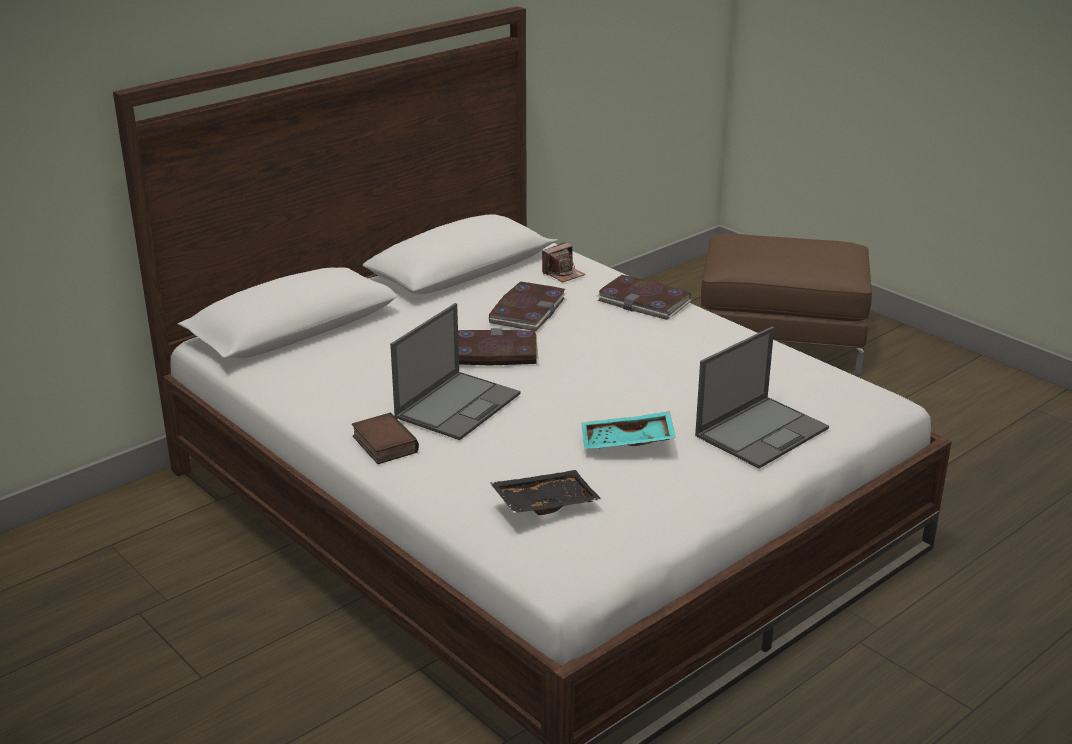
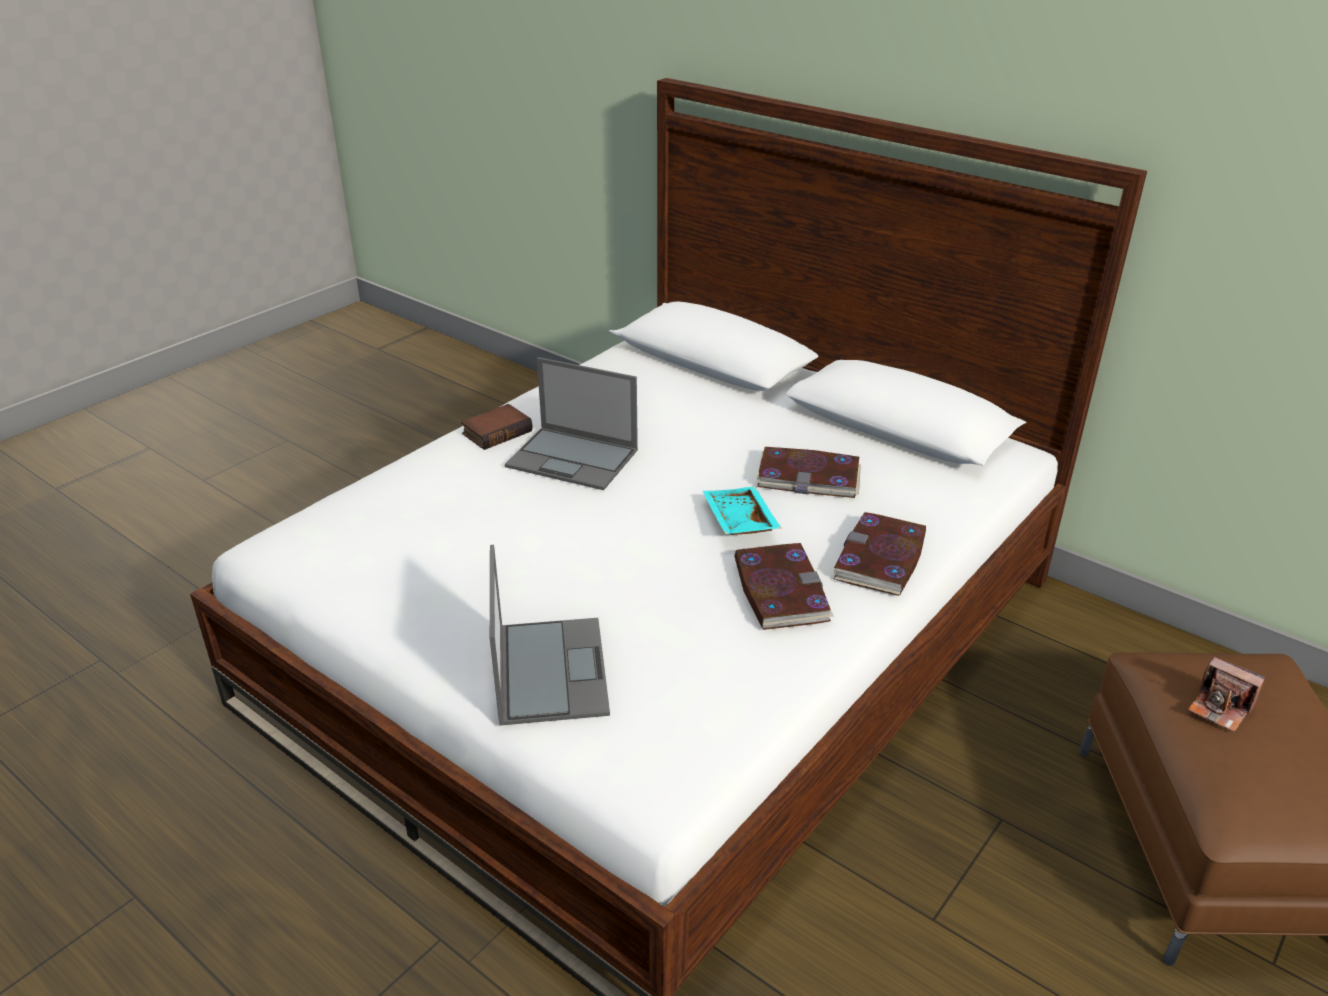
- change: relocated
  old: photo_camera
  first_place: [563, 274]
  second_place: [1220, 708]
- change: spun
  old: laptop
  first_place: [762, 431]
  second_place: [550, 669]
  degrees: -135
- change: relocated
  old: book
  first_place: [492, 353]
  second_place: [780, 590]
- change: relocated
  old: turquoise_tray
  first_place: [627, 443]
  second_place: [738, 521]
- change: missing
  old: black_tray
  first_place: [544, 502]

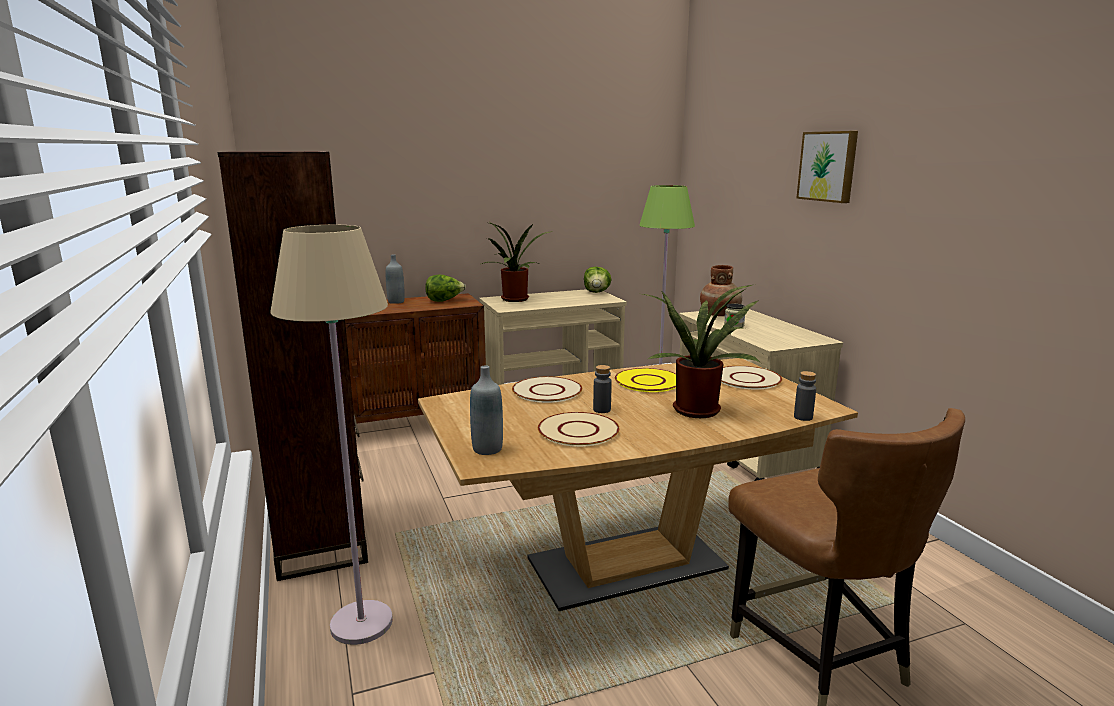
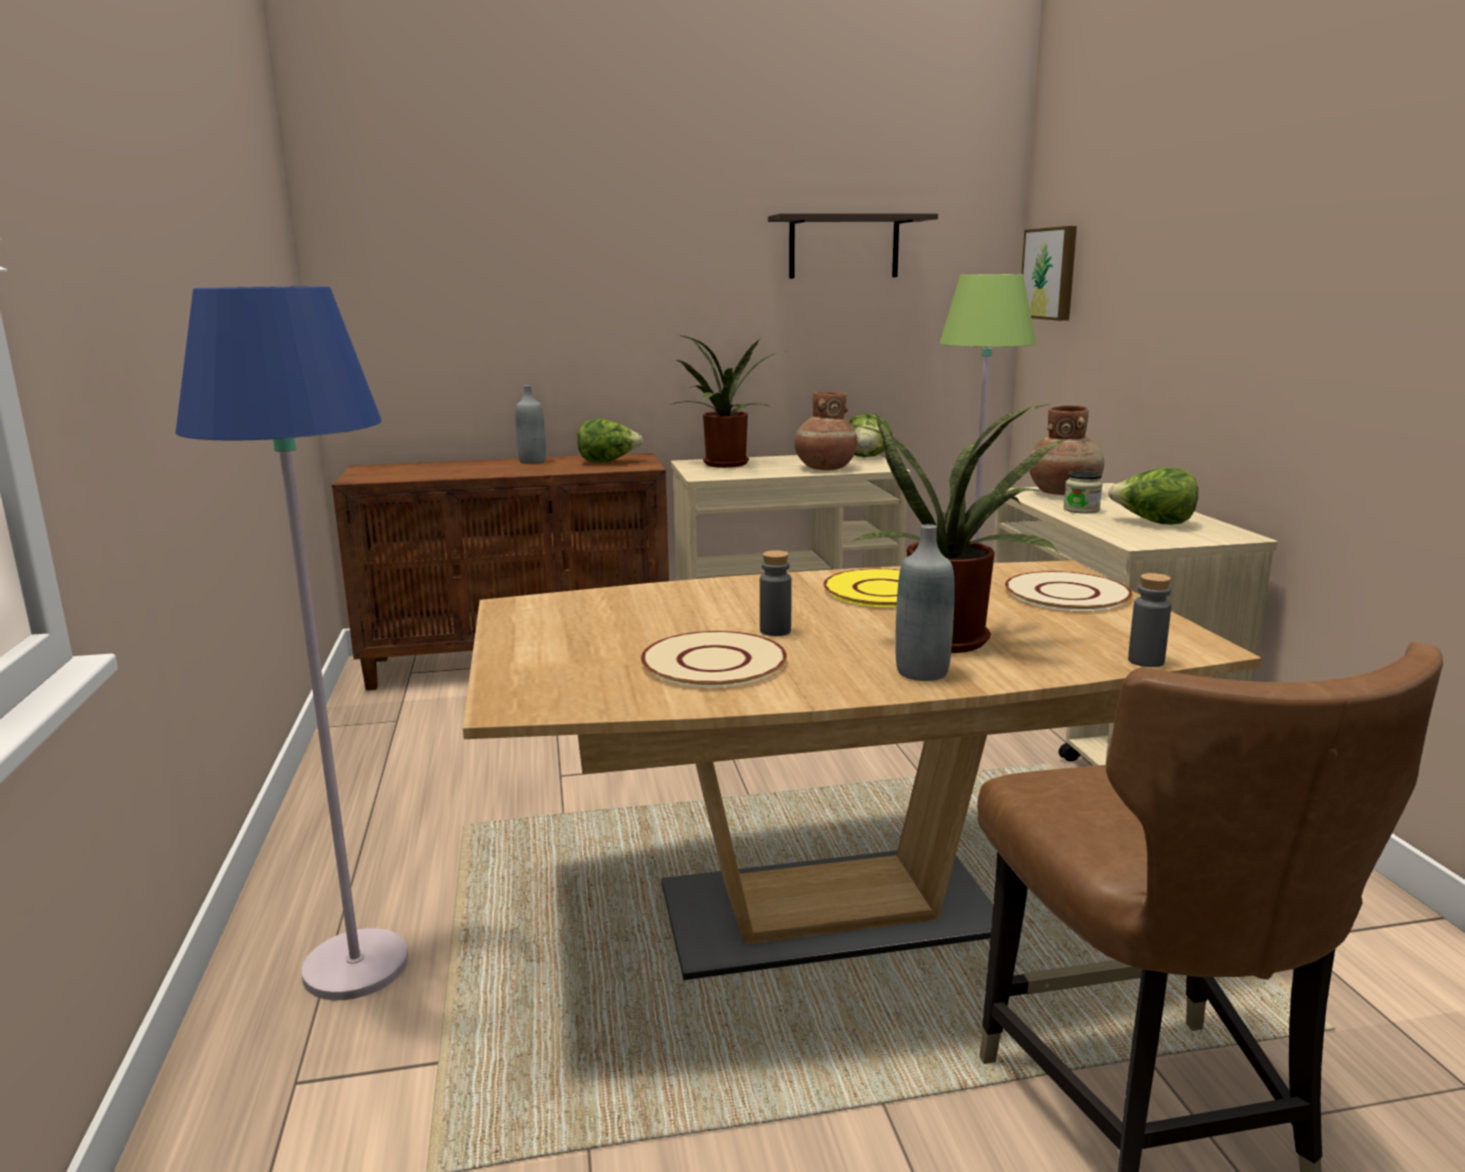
- change: relocated
  old: picture
  first_place: [828, 166]
  second_place: [1051, 273]
- change: missing
  old: brown_bookcase
  first_place: [321, 539]
- change: colour
  old: beige_floor_lamp
  new: blue_floor_lamp
  first_place: [361, 623]
  second_place: [355, 966]
- change: relocated
  old: grey_bottle
  first_place: [487, 449]
  second_place: [922, 672]
- change: missing
  old: beige_plate
  first_place: [546, 391]
- change: appeared
  new: shelf
  second_place: [844, 247]
- change: appeared
  new: brown_vase
  second_place: [824, 468]
- change: appeared
  new: lettuce
  second_place: [1153, 523]

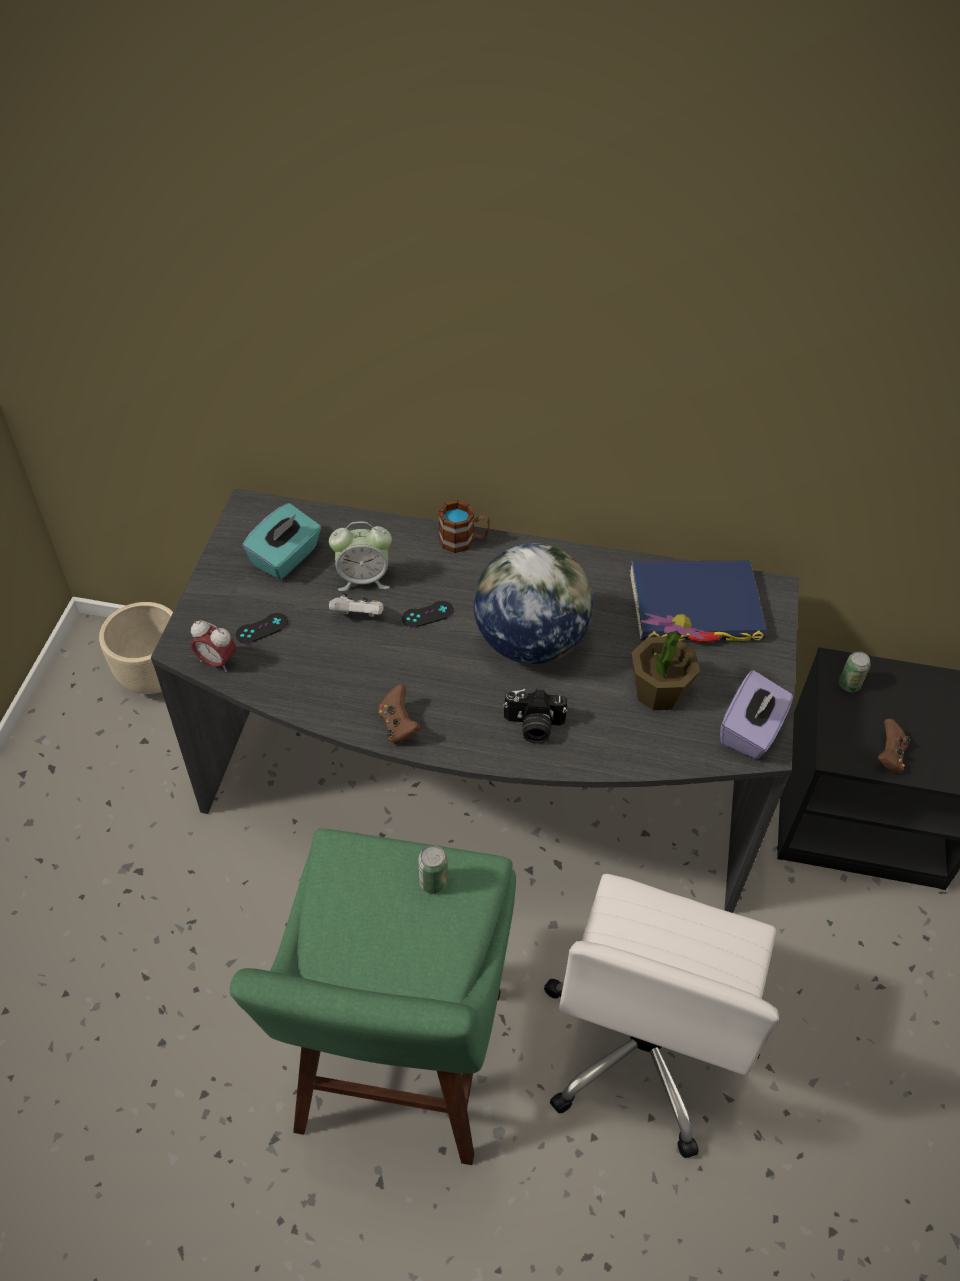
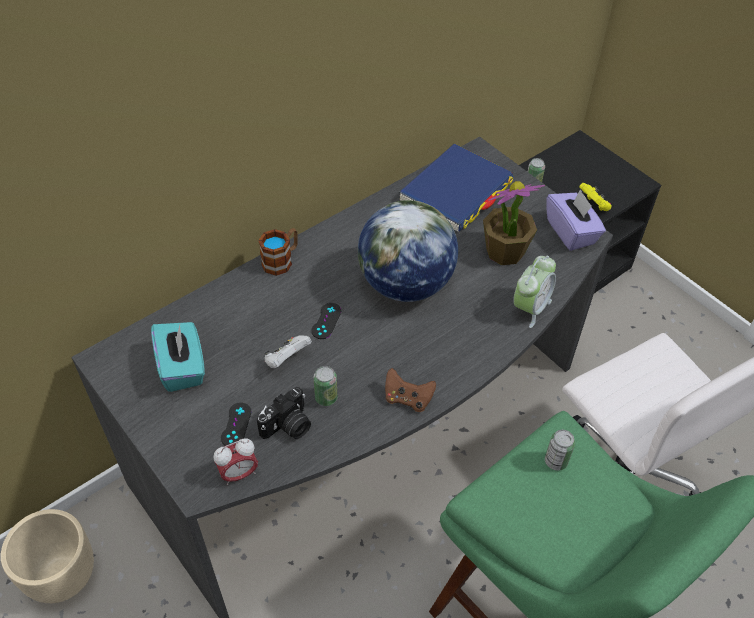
- change: relocated
  old: alarm_clock
  first_place: [363, 579]
  second_place: [530, 308]
- change: relocated
  old: photo_camera
  first_place: [533, 726]
  second_place: [288, 427]
- change: colour
  old: brown_game_controller
  new: yellow_game_controller
  first_place: [889, 756]
  second_place: [594, 205]
- change: appeared
  new: can
  second_place: [326, 398]

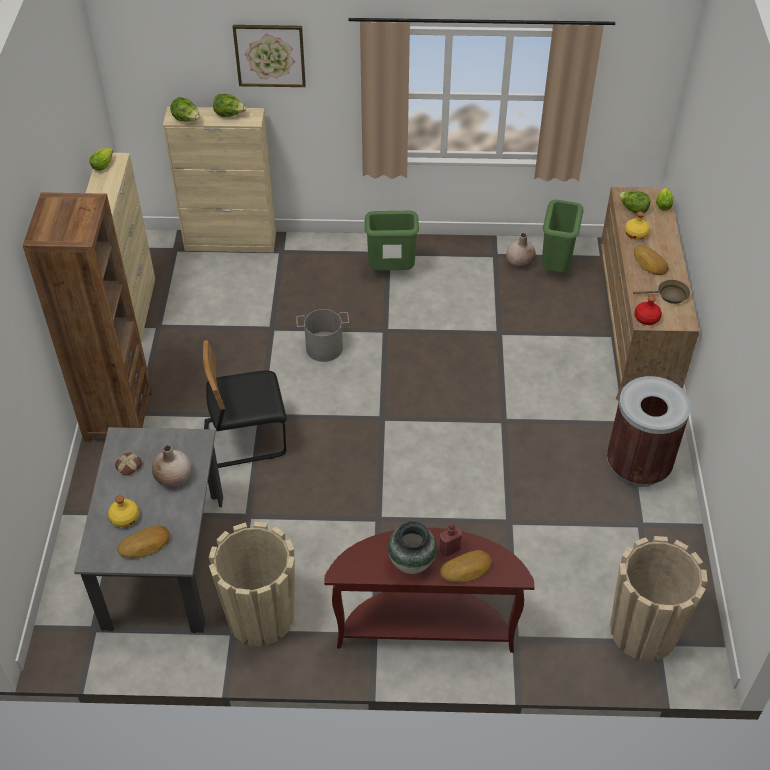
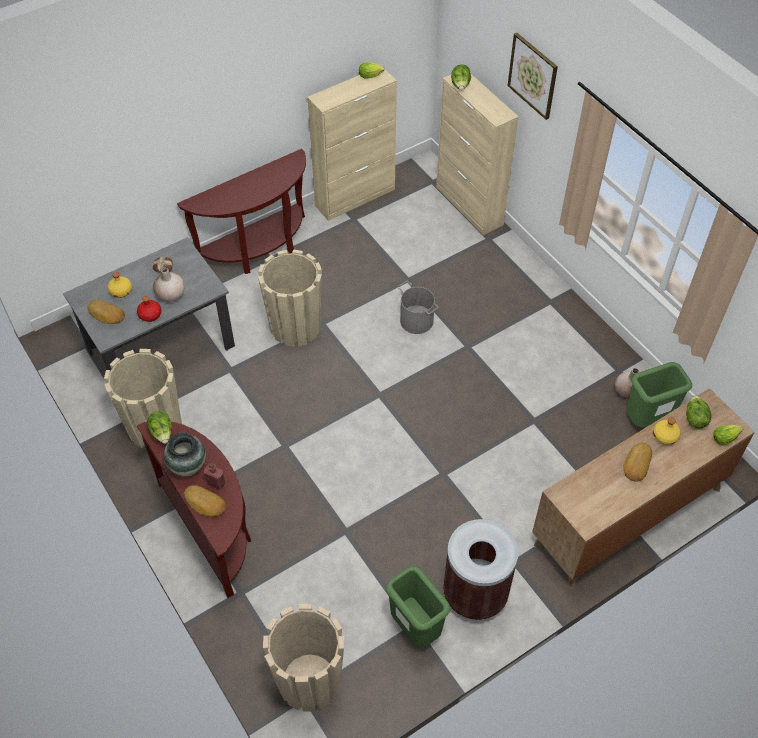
- change: relocated
  old: lettuce
  first_place: [229, 115]
  second_place: [162, 433]
- change: exchanged
  old: brown_bookcase
  new: brown_console_table
  first_place: [118, 415]
  second_place: [258, 249]
- change: relocated
  old: green_trash_can
  first_place: [391, 271]
  second_place: [416, 628]
- change: missing
  old: brown_frying_pan
  first_place: [669, 295]
- change: relocated
  old: red_bottle
  first_place: [647, 318]
  second_place: [150, 314]
- change: exchanged
  old: black_chair
  new: beige_planter
  first_place: [245, 437]
  second_place: [295, 326]

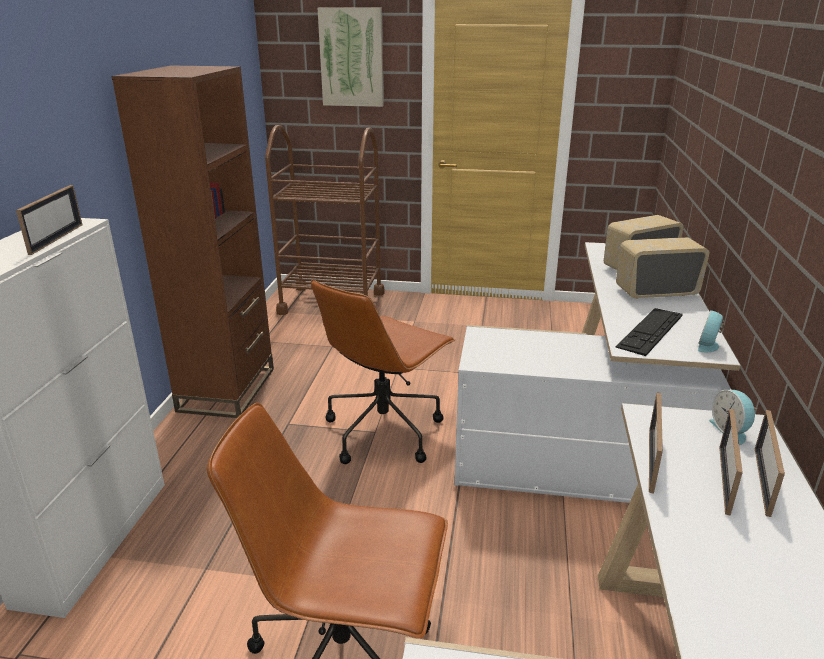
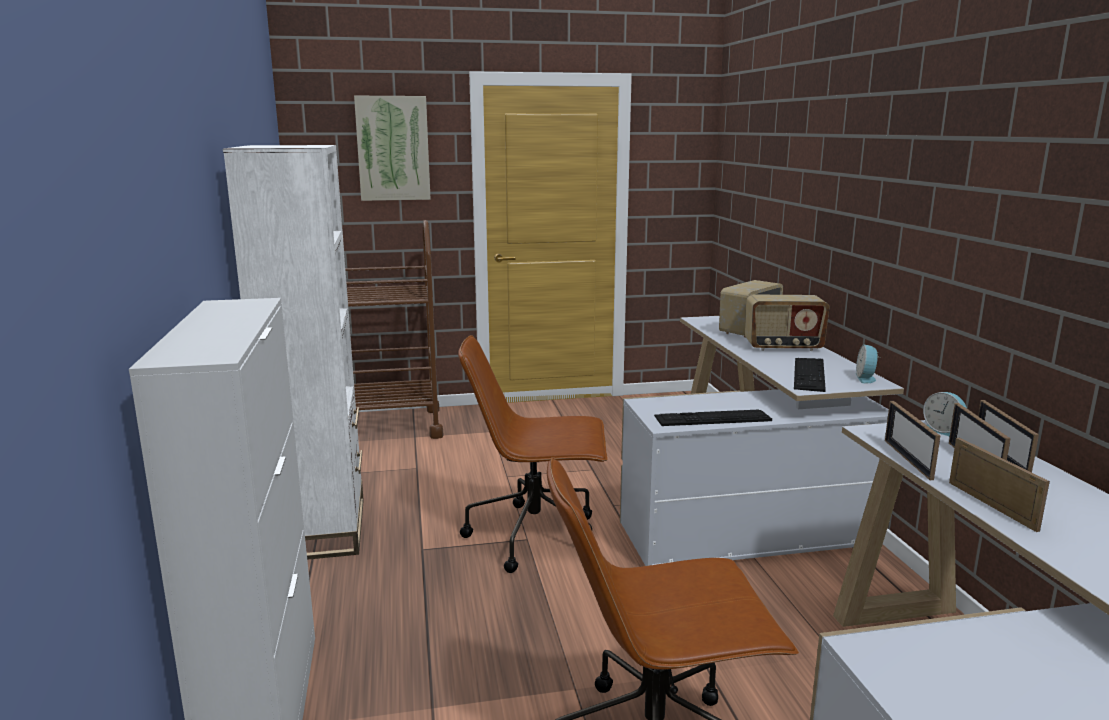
- change: colour
  old: brown_bookcase
  new: white_bookcase
  first_place: [227, 389]
  second_place: [321, 529]
- change: relocated
  old: picture_frame
  first_place: [56, 239]
  second_place: [991, 505]
- change: spun
  old: radio
  first_place: [655, 292]
  second_place: [783, 347]
  degrees: -150
- change: spun
  old: brown_office_chair
  first_place: [384, 430]
  second_place: [536, 536]
  degrees: 75
- change: appeared
  new: keyboard
  second_place: [712, 418]

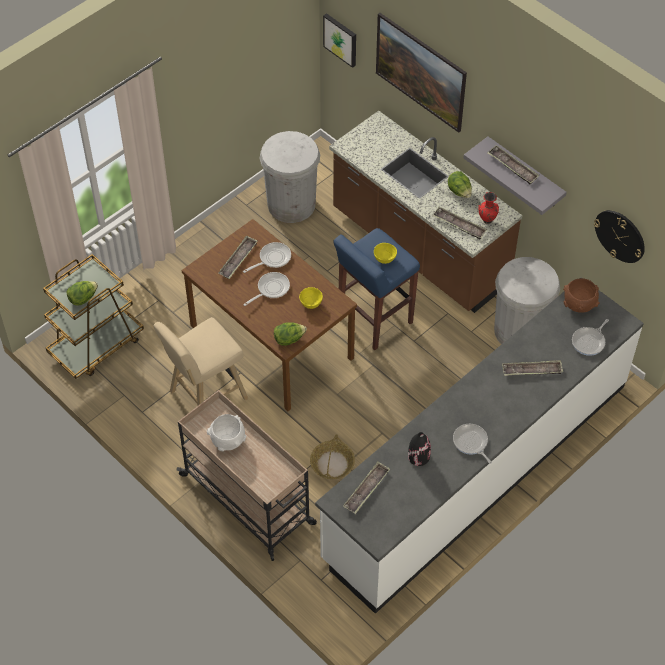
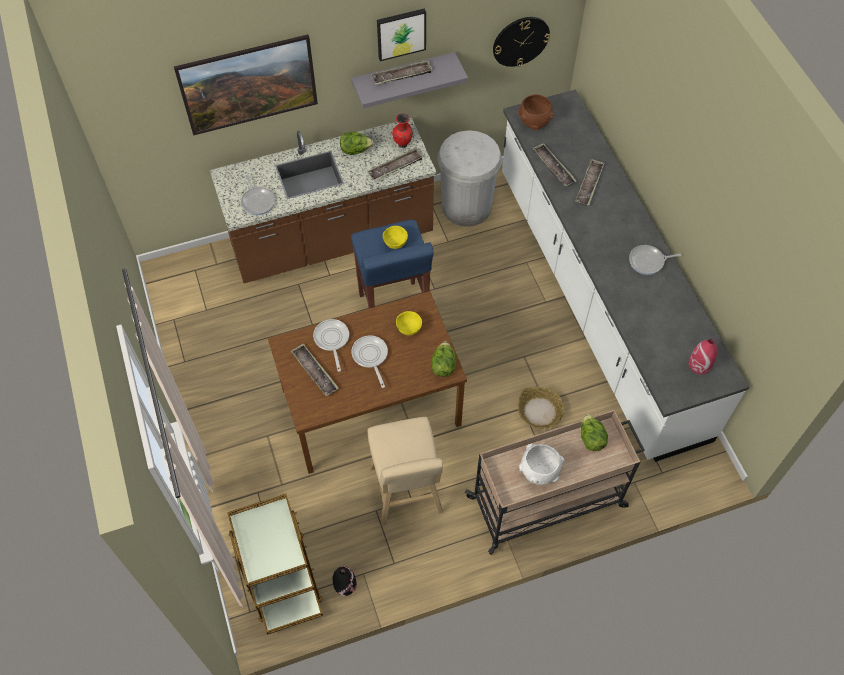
- change: relocated
  old: picture
  first_place: [341, 39]
  second_place: [401, 33]
- change: missing
  old: white_trash_can
  first_place: [291, 204]
- change: relocated
  old: lettuce
  first_place: [83, 298]
  second_place: [591, 438]
- change: relocated
  old: frying_pan
  first_place: [589, 342]
  second_place: [258, 201]
- change: relocated
  old: black_vase
  first_place: [418, 456]
  second_place: [344, 584]
- change: relocated
  old: tray
  first_place: [366, 490]
  second_place: [553, 167]
- change: appeared
  new: red_vase
  second_place: [700, 364]

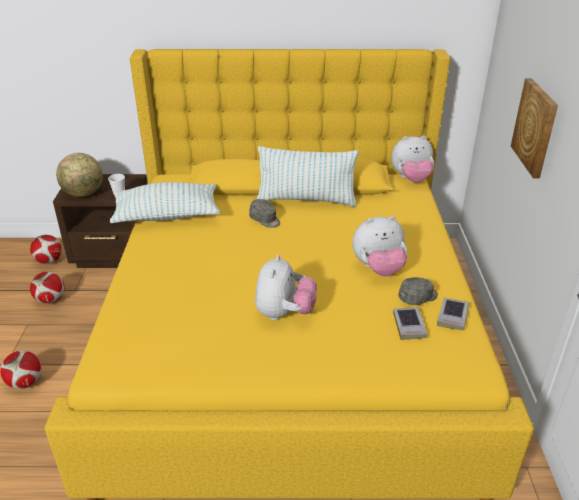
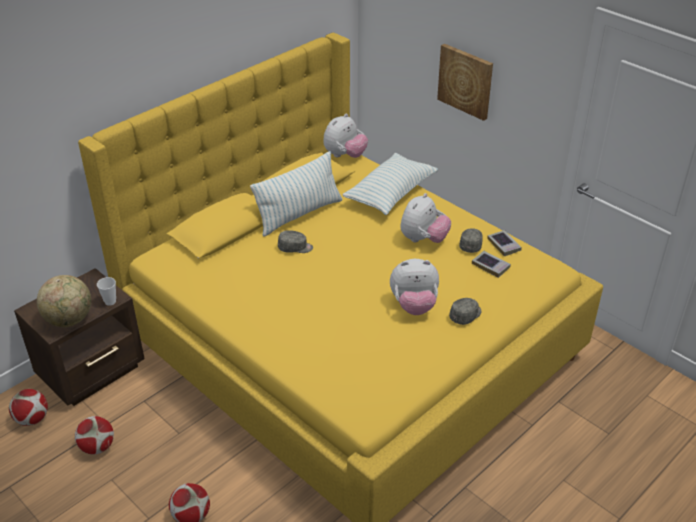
- change: relocated
  old: pillow
  first_place: [167, 216]
  second_place: [390, 194]
- change: spun
  old: plush_toy
  first_place: [284, 313]
  second_place: [414, 306]
  degrees: 120
- change: appeared
  new: grey_cap
  second_place: [466, 315]

